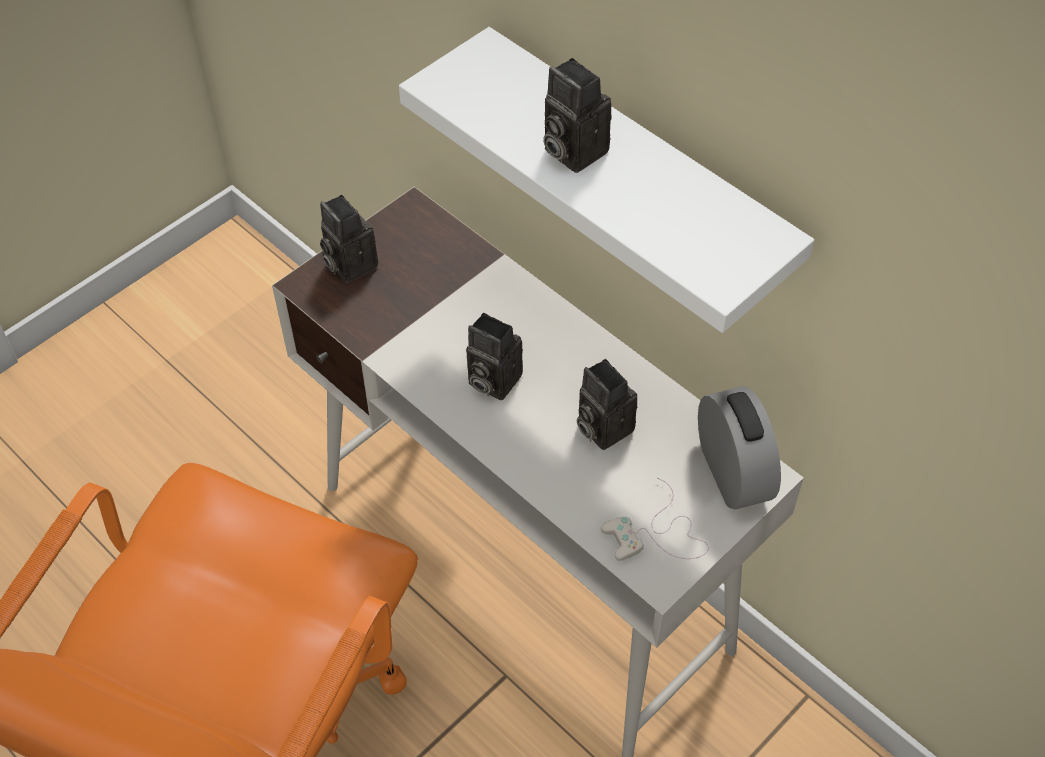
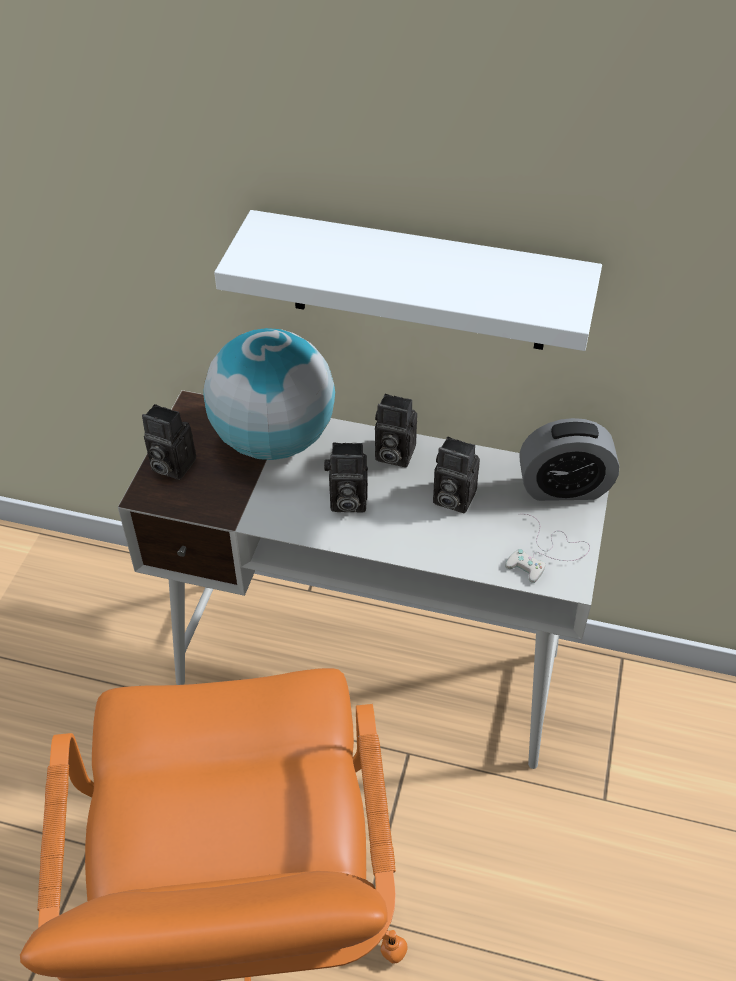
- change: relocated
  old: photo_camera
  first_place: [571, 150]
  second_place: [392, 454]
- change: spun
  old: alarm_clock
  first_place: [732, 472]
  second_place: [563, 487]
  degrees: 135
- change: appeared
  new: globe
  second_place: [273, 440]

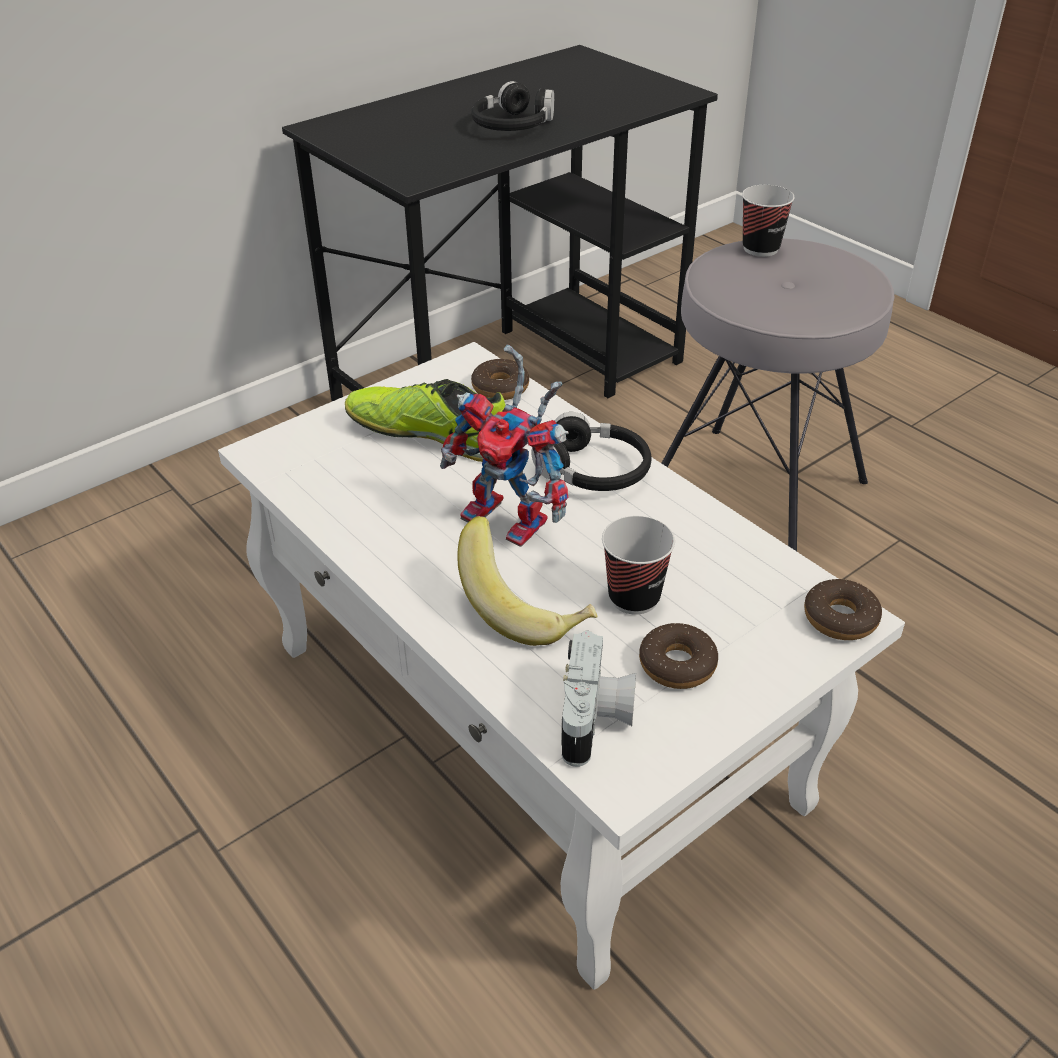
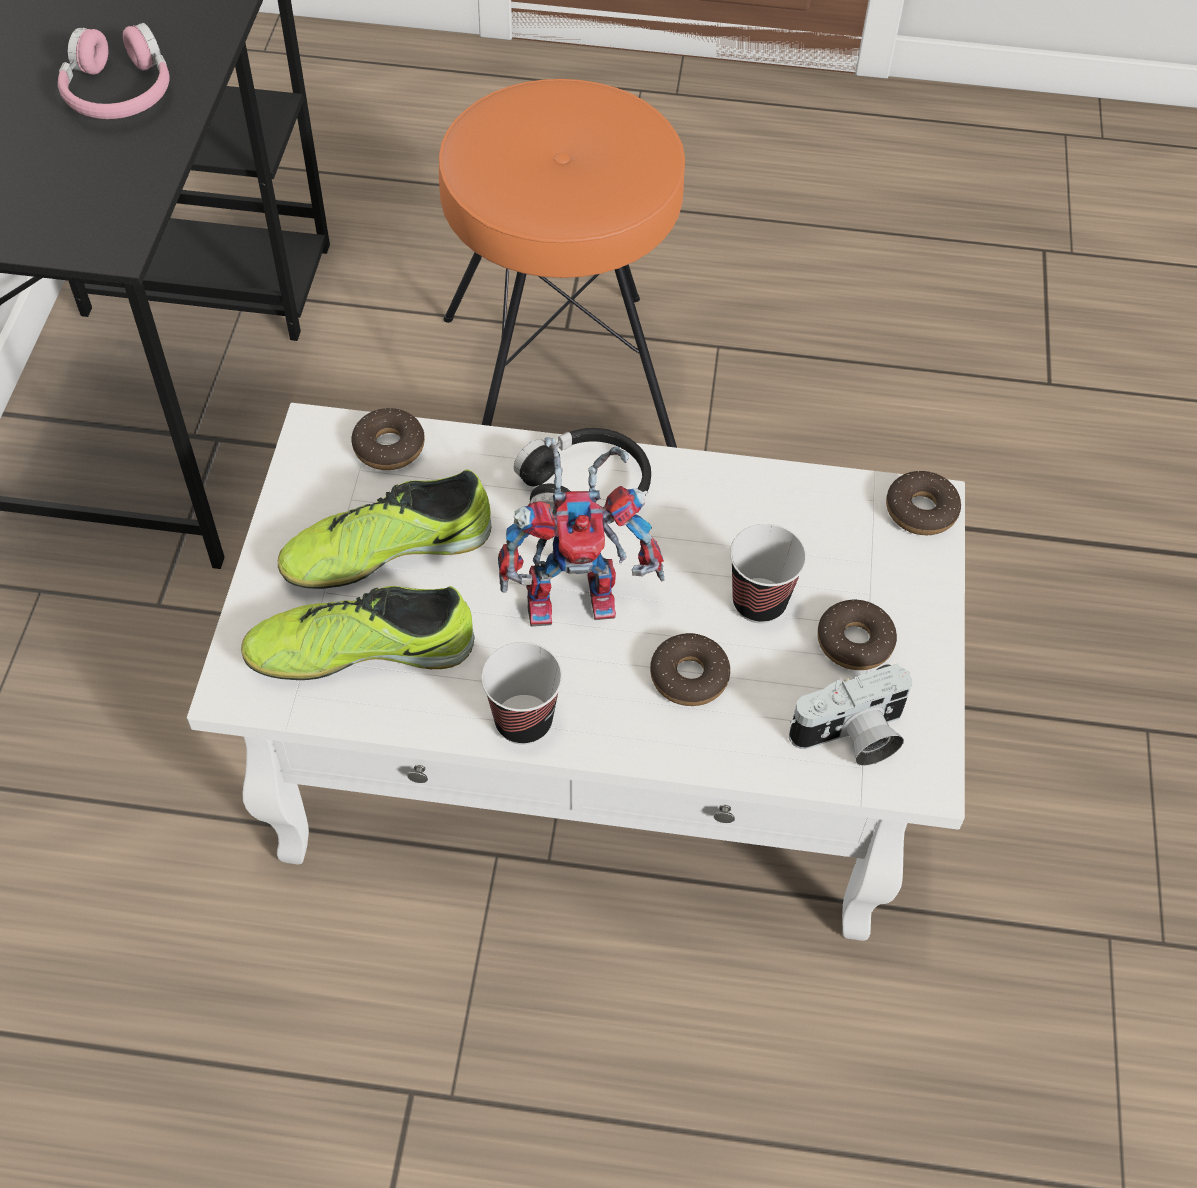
- change: colour
  old: black_headphones
  new: pink_headphones
  first_place: [513, 125]
  second_place: [119, 92]
- change: relocated
  old: cup
  first_place: [760, 248]
  second_place: [523, 721]
- change: colour
  old: grey_stool
  new: orange_stool
  first_place: [753, 502]
  second_place: [560, 385]
- change: exchanged
  old: banana
  new: donut
  first_place: [526, 608]
  second_place: [689, 676]
- change: spun
  old: photo_camera
  first_place: [597, 720]
  second_place: [851, 737]
  degrees: 105
- change: appeared
  new: shoe
  second_place: [361, 650]

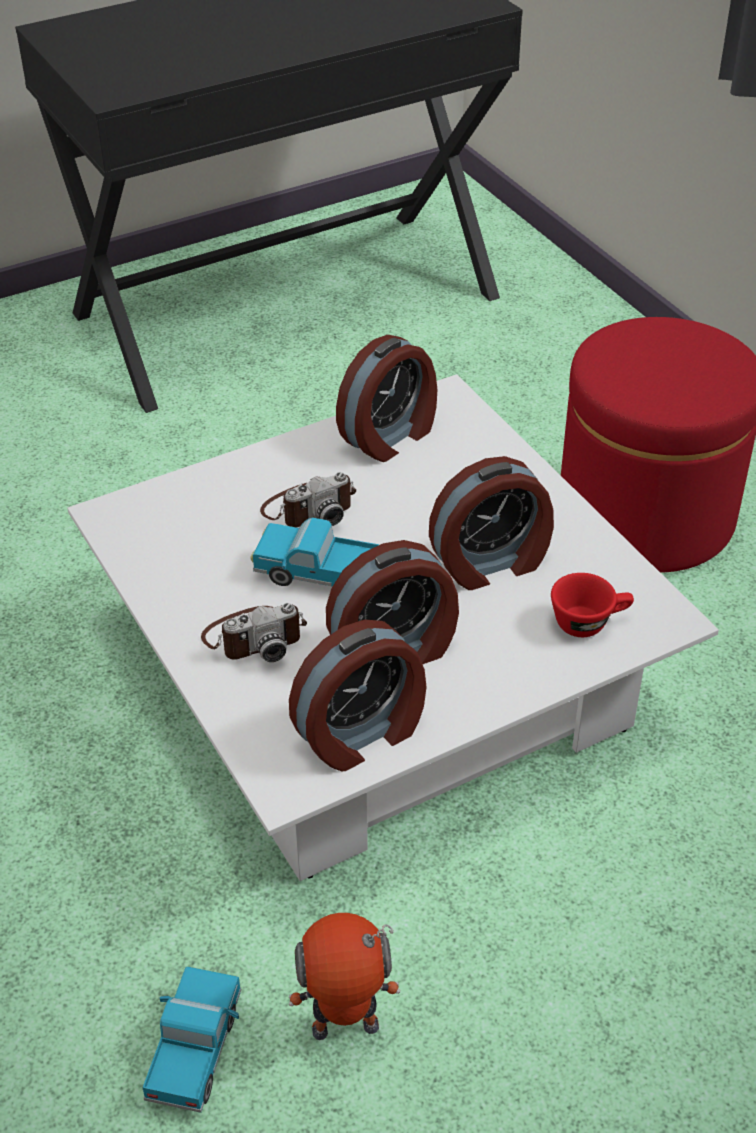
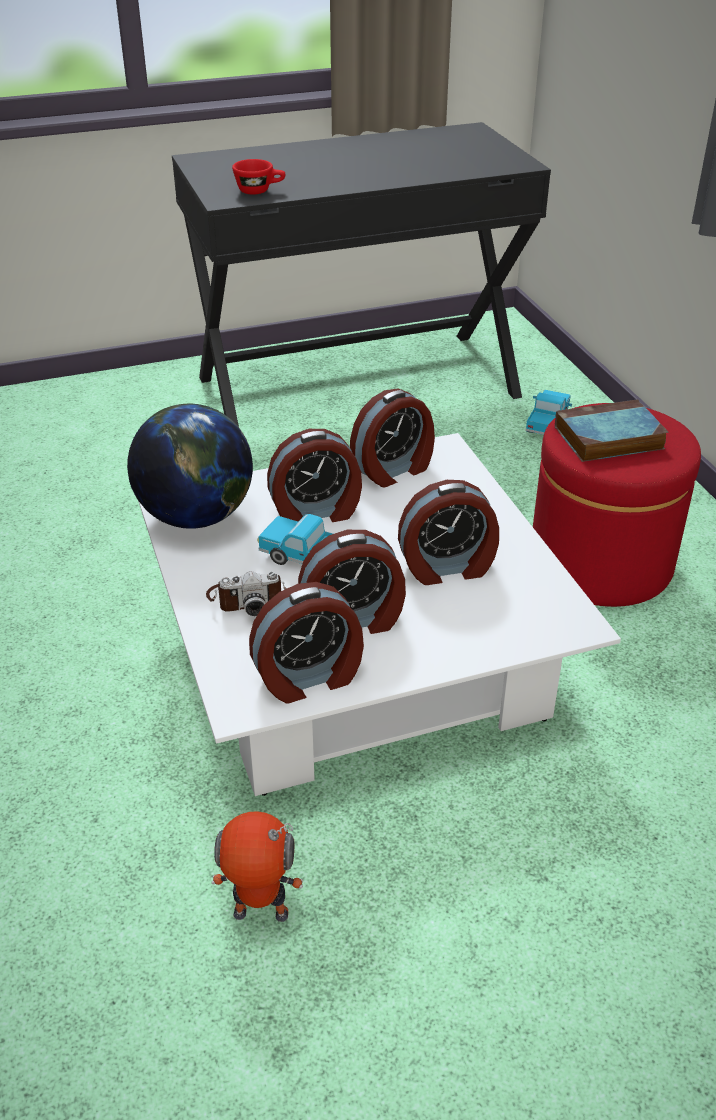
- change: exchanged
  old: photo_camera
  new: alarm_clock
  first_place: [309, 508]
  second_place: [316, 513]
- change: relocated
  old: red_cup
  first_place: [589, 622]
  second_place: [260, 191]
- change: relocated
  old: toy_truck
  first_place: [196, 1049]
  second_place: [547, 423]
- change: appeared
  new: book
  second_place: [607, 438]
- change: appeared
  new: globe
  second_place: [196, 517]

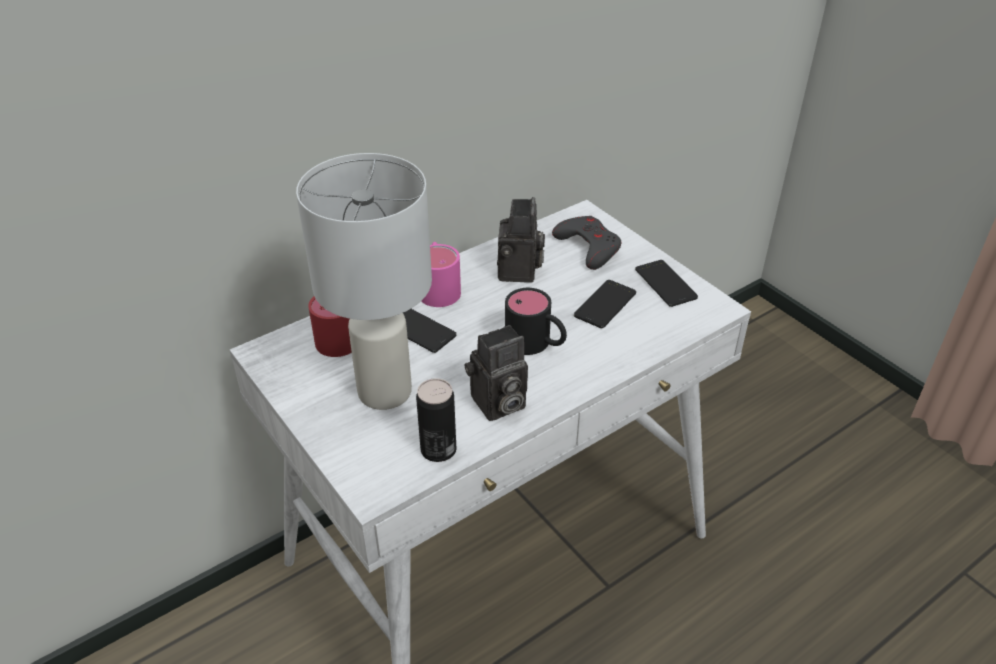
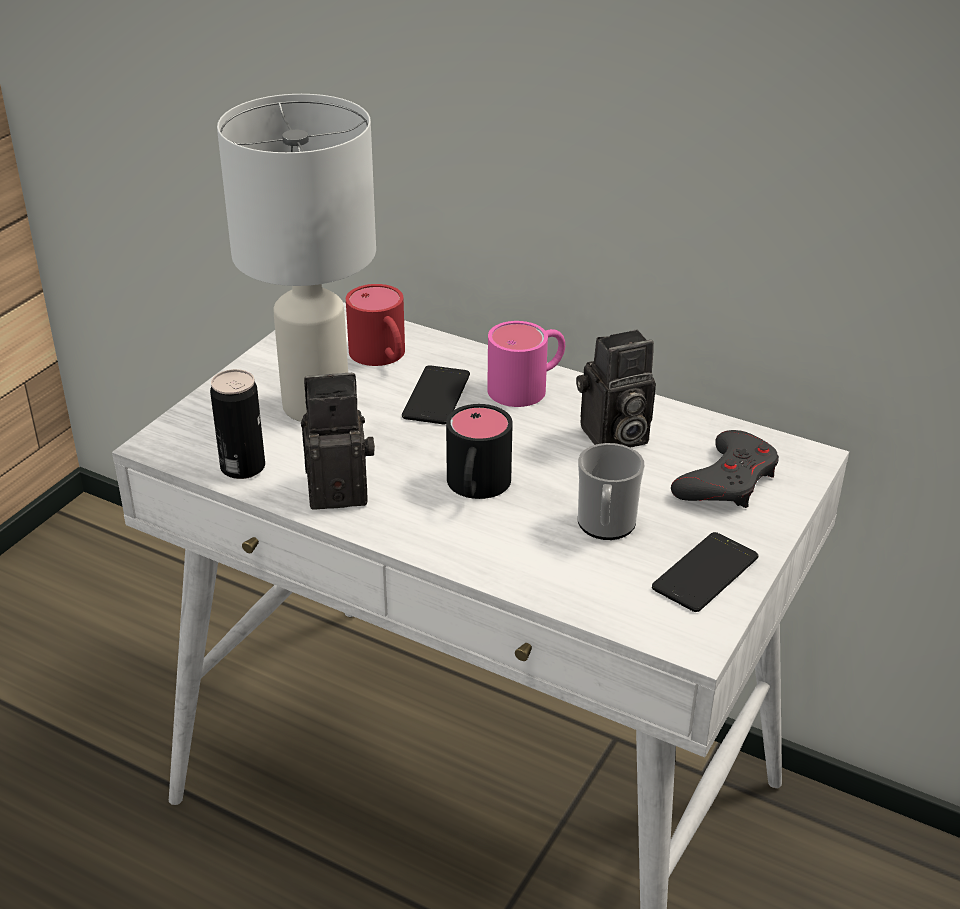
- change: exchanged
  old: phone
  new: mug
  first_place: [605, 304]
  second_place: [605, 526]
- change: spun
  old: photo_camera
  first_place: [497, 405]
  second_place: [341, 488]
  degrees: 135

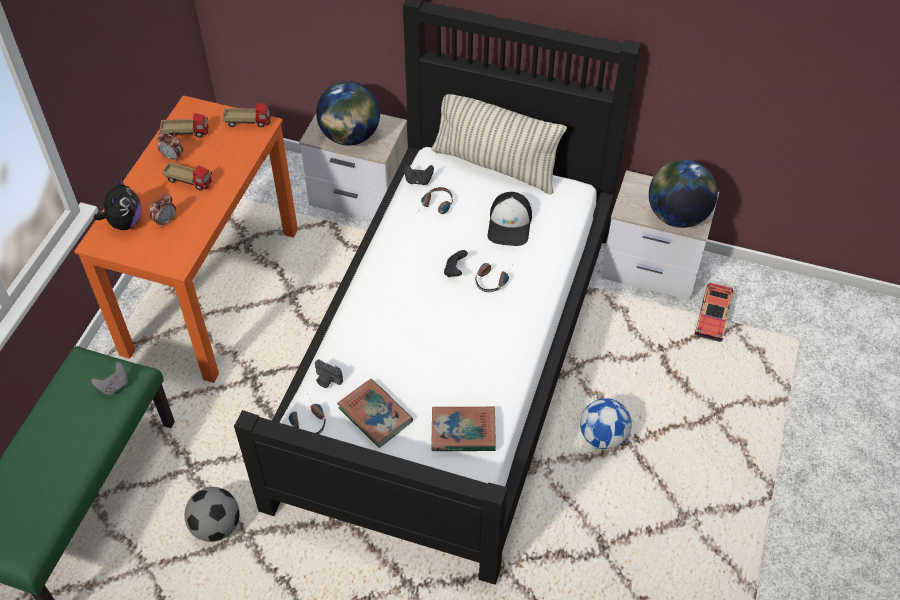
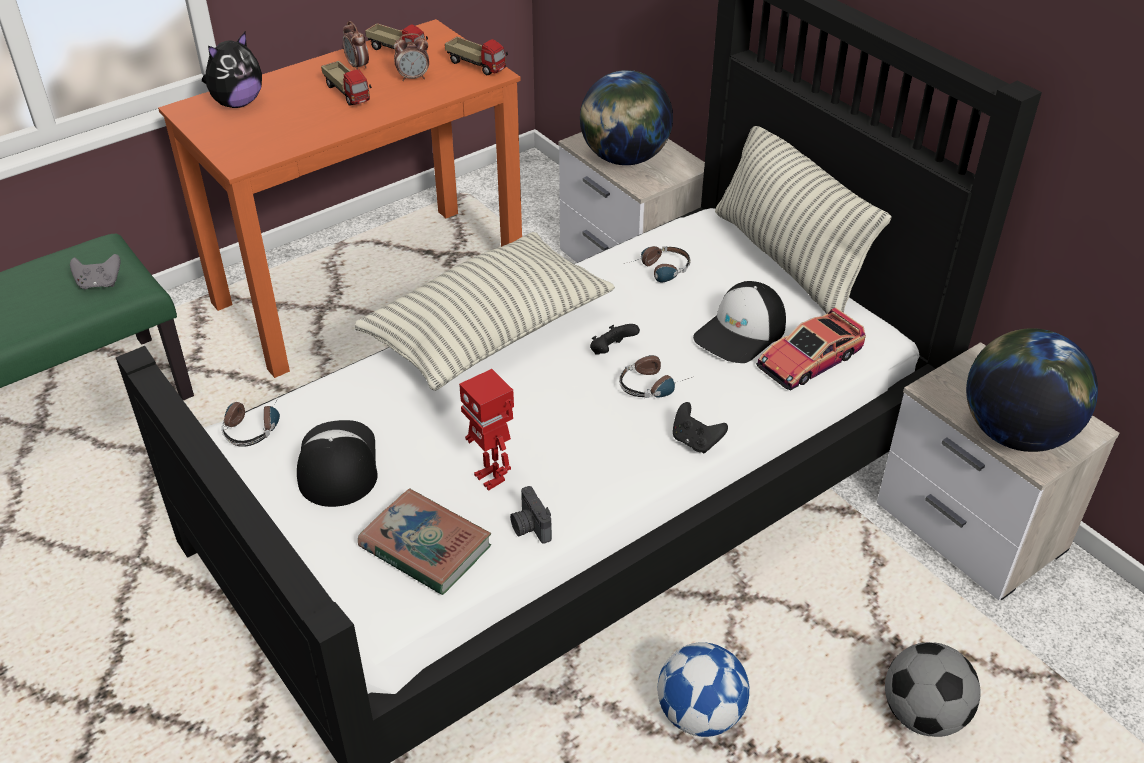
- change: relocated
  old: black_game_controller
  first_place: [418, 180]
  second_place: [695, 441]
- change: relocated
  old: alarm_clock
  first_place: [165, 221]
  second_place: [413, 78]
- change: relocated
  old: toy_car
  first_place: [712, 317]
  second_place: [809, 359]
- change: relocated
  old: photo_camera
  first_place: [327, 380]
  second_place: [529, 527]
- change: exchanged
  old: book
  new: cap
  first_place: [375, 415]
  second_place: [336, 464]
- change: relocated
  old: football
  first_place: [216, 526]
  second_place: [922, 714]
- change: appeared
  new: pillow
  second_place: [488, 332]
- change: appeared
  new: toy_robot
  second_place: [491, 477]

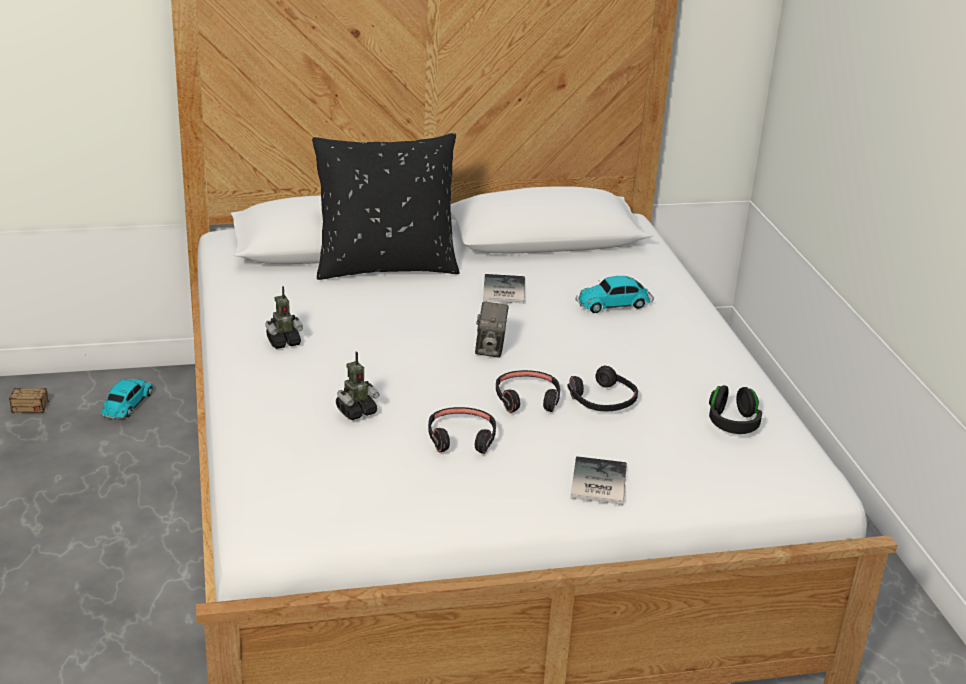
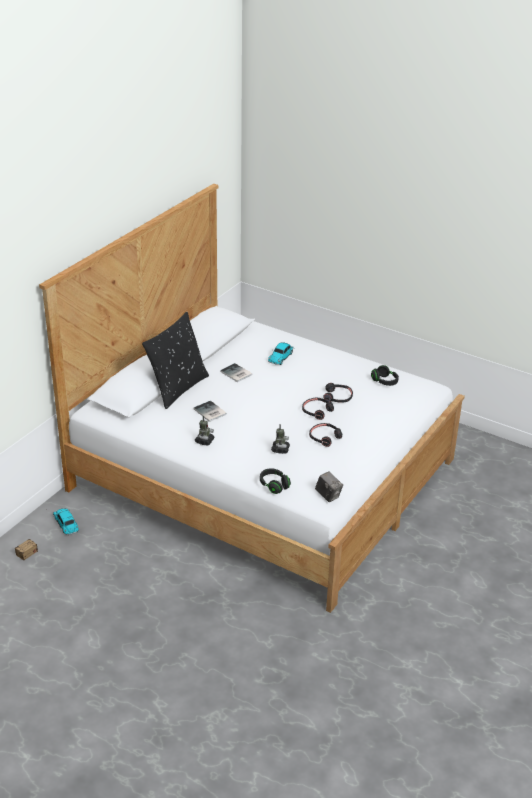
- change: relocated
  old: photo_camera
  first_place: [490, 348]
  second_place: [328, 496]
- change: relocated
  old: book
  first_place: [596, 483]
  second_place: [209, 412]
- change: appeared
  new: black_headphones
  second_place: [274, 485]

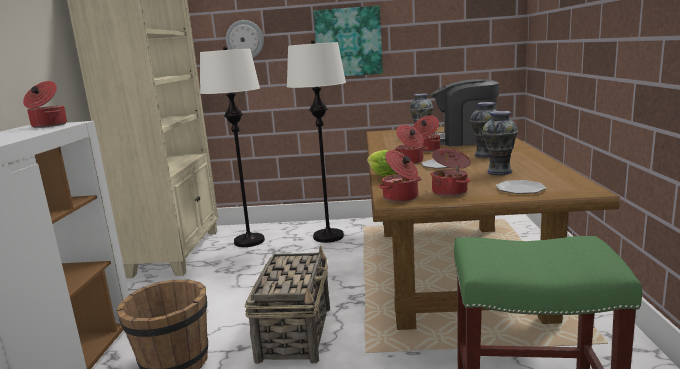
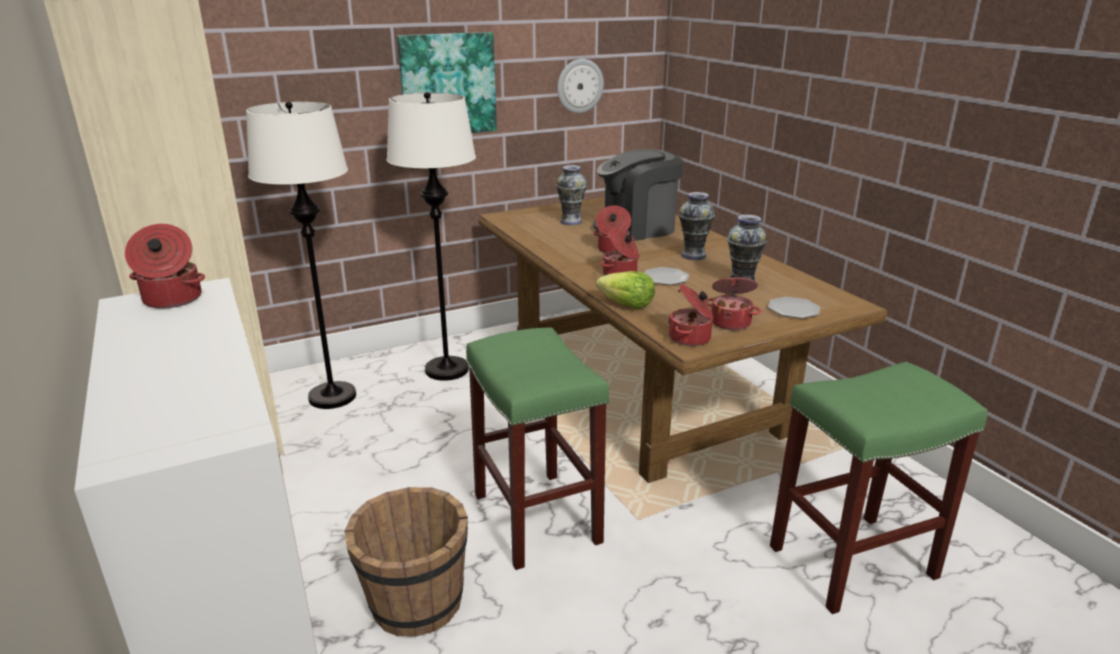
- change: relocated
  old: wall_clock
  first_place: [245, 39]
  second_place: [579, 86]
- change: exchanged
  old: basket
  new: green_stool
  first_place: [295, 332]
  second_place: [534, 517]

